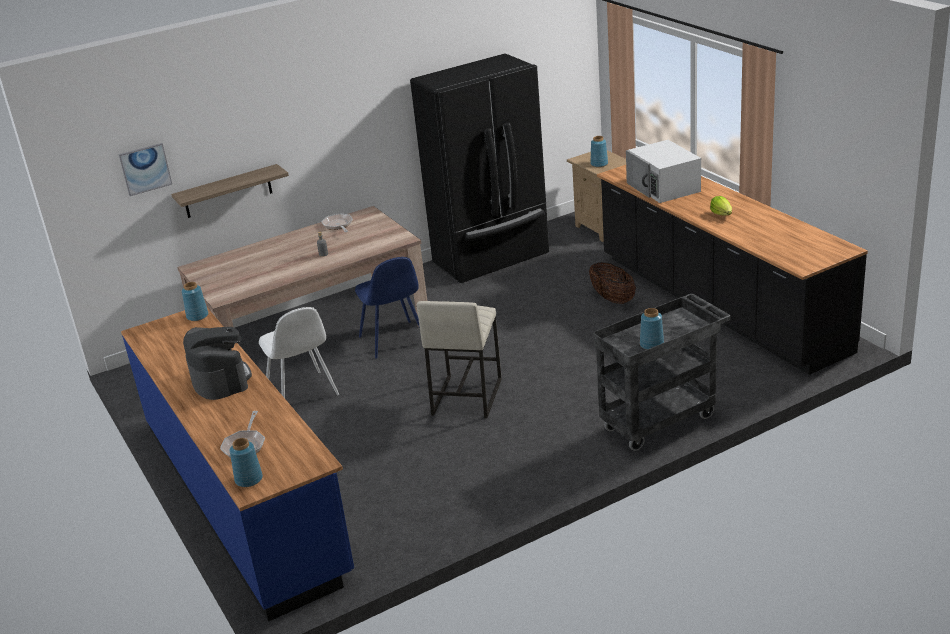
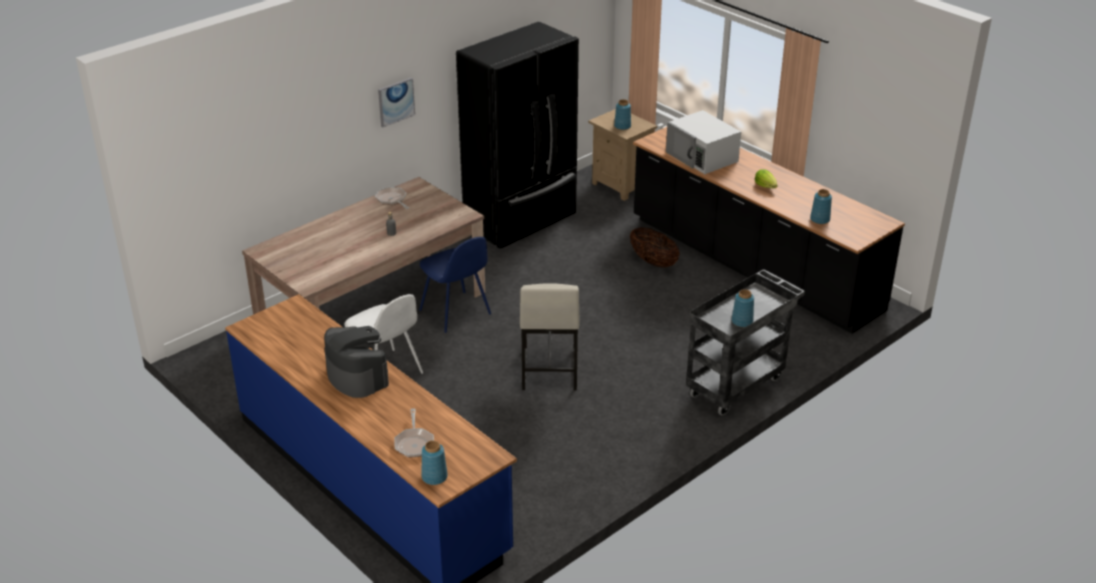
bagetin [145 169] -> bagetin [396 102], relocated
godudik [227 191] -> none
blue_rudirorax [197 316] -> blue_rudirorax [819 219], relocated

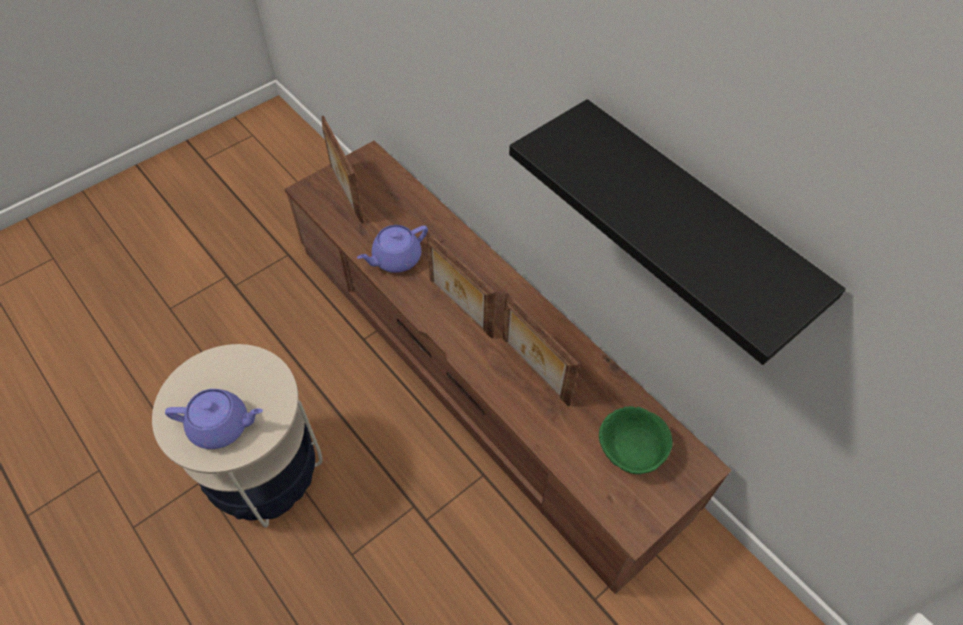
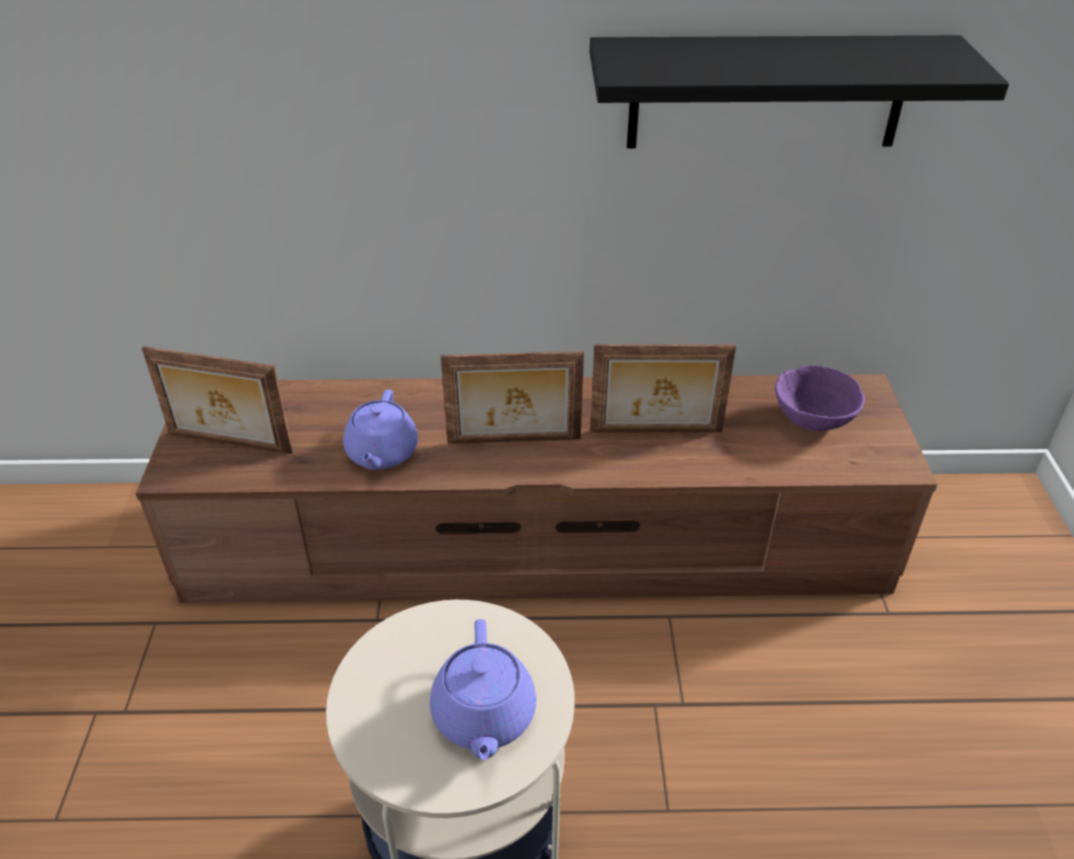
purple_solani [221 426] -> purple_solani [483 717], 135 degrees clockwise
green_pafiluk [629 451] -> purple_pafiluk [811 421]

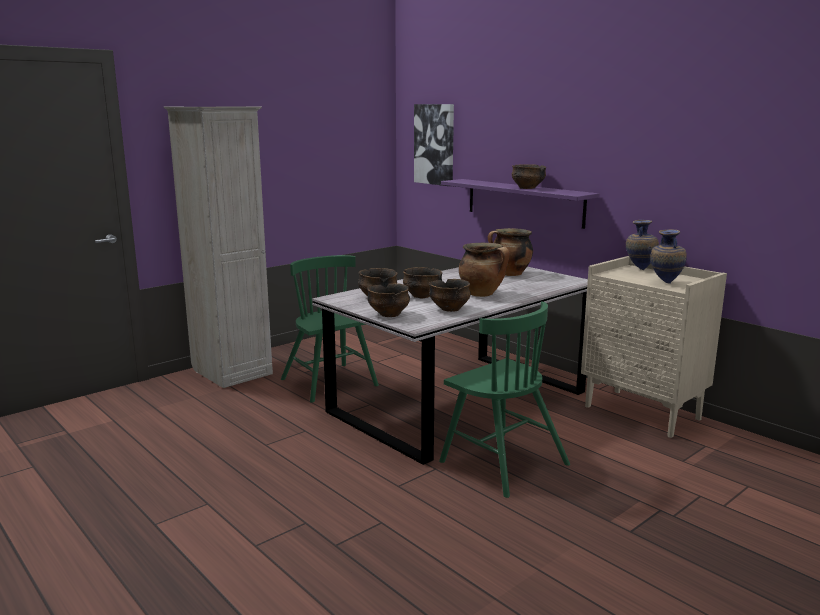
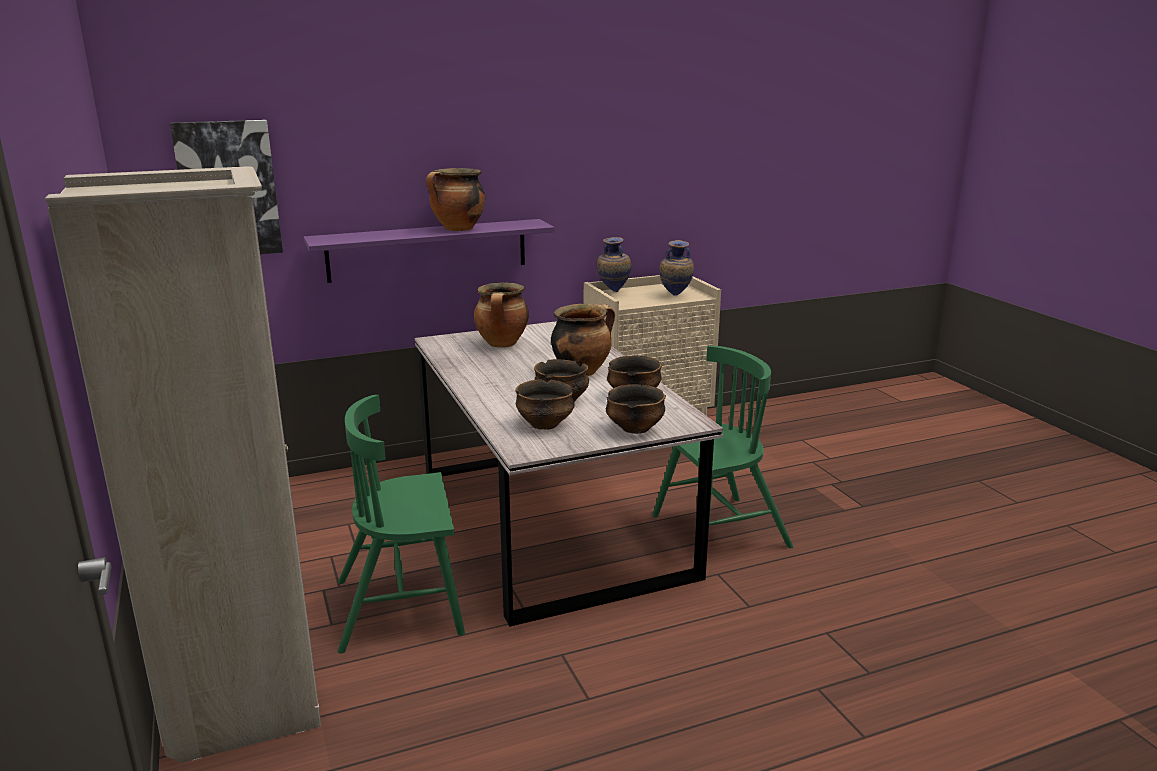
pafiluk [527 188] -> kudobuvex [458 229]

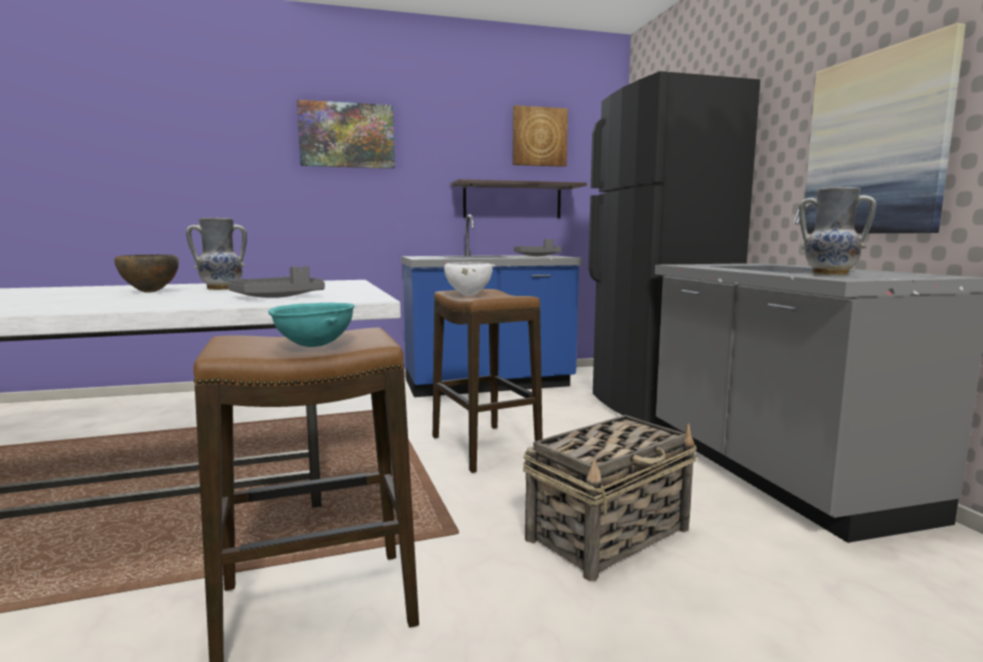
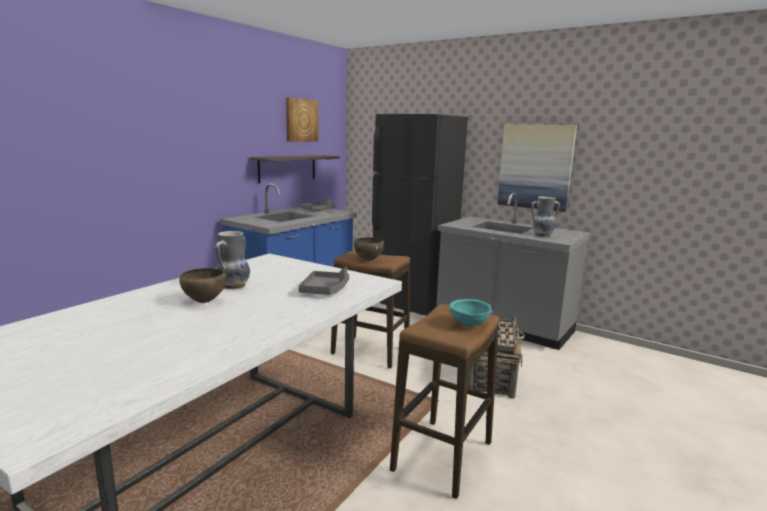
bagetin [347 135] -> none
white_pafiluk [469 295] -> brown_pafiluk [368 260]

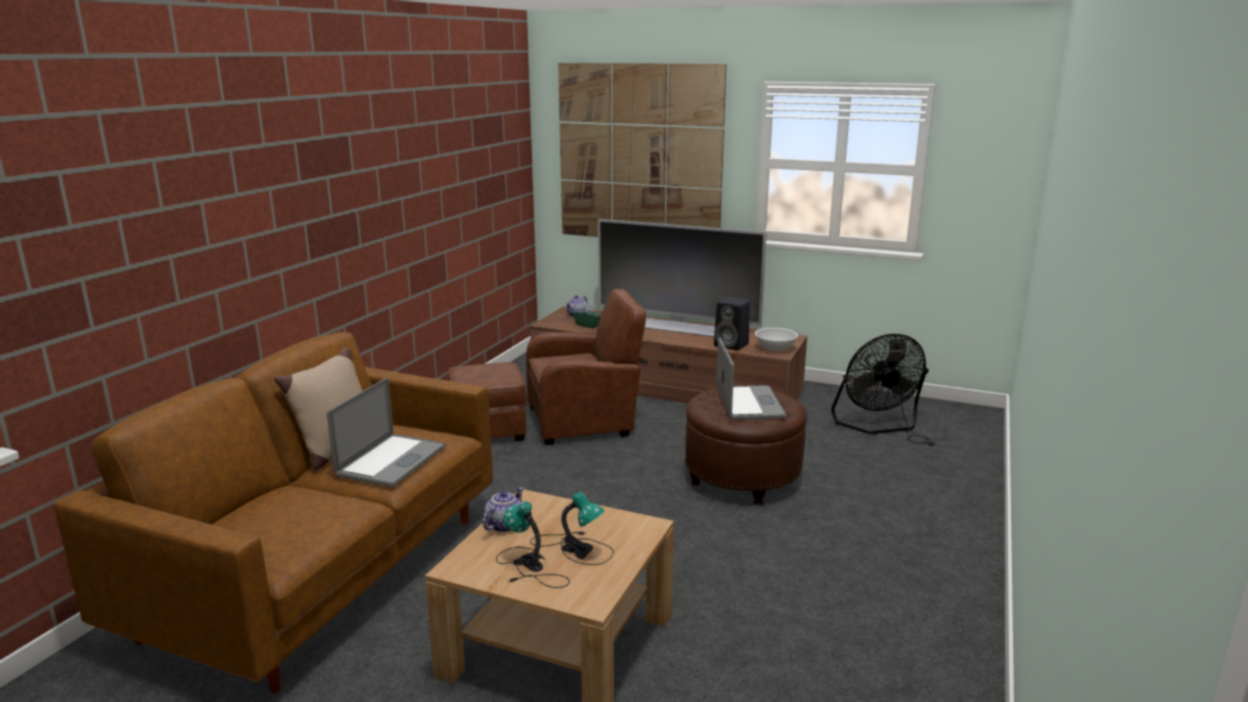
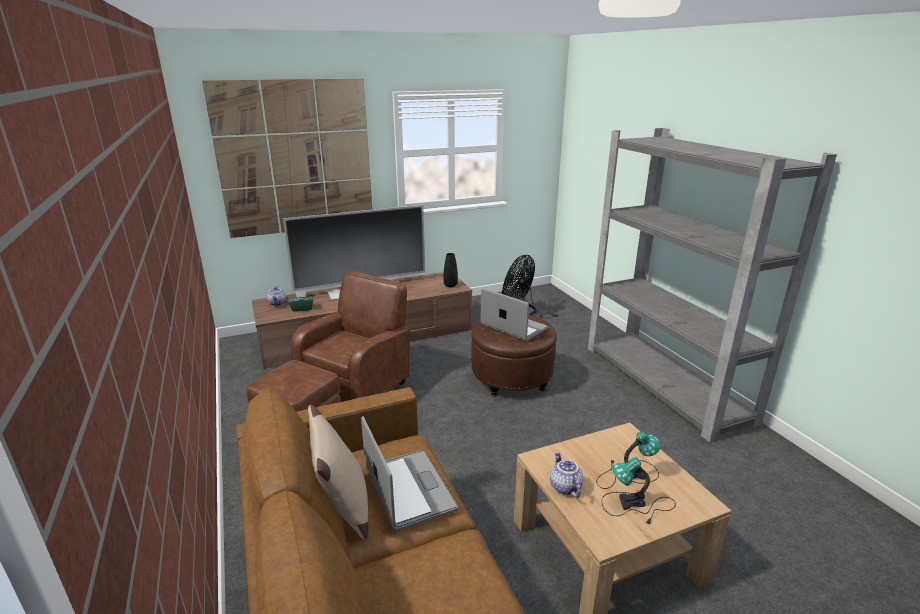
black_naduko [732 345] -> none
white_pafiluk [775 348] -> black_rudirorax [450 285]
none -> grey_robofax [664 383]

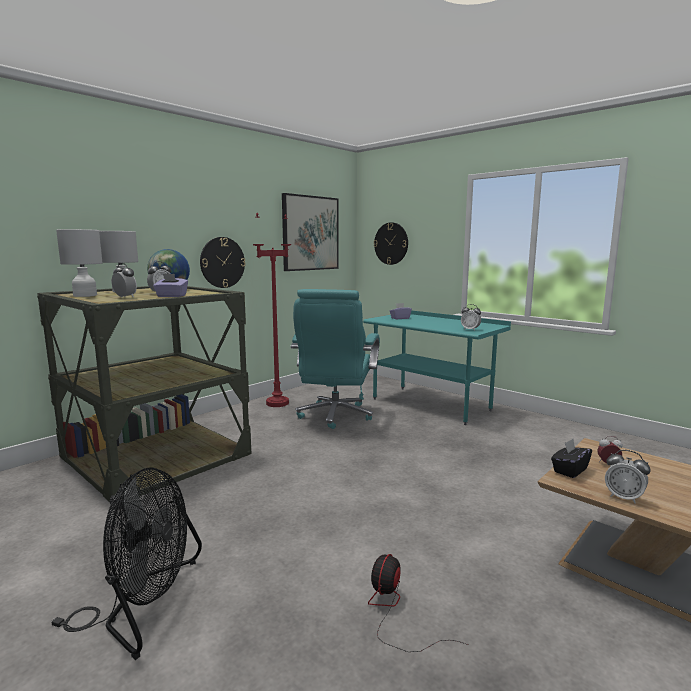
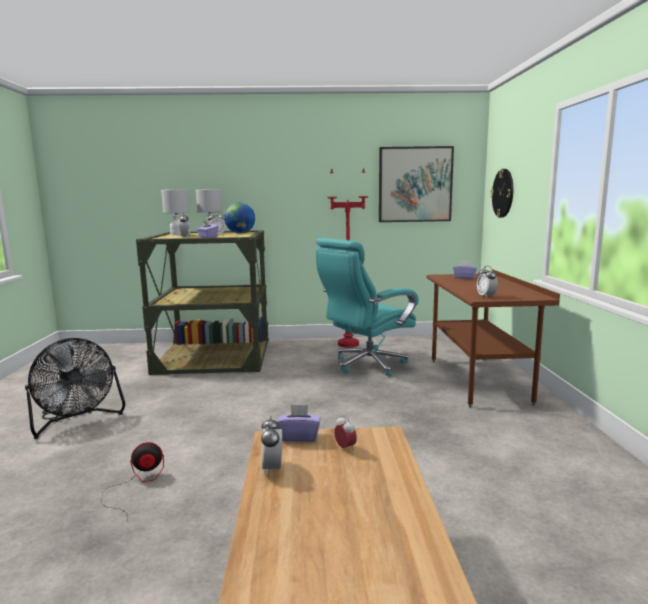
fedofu [222 262] -> none
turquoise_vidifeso [430 404] -> brown_vidifeso [478 380]
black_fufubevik [569 470] -> purple_fufubevik [299 436]

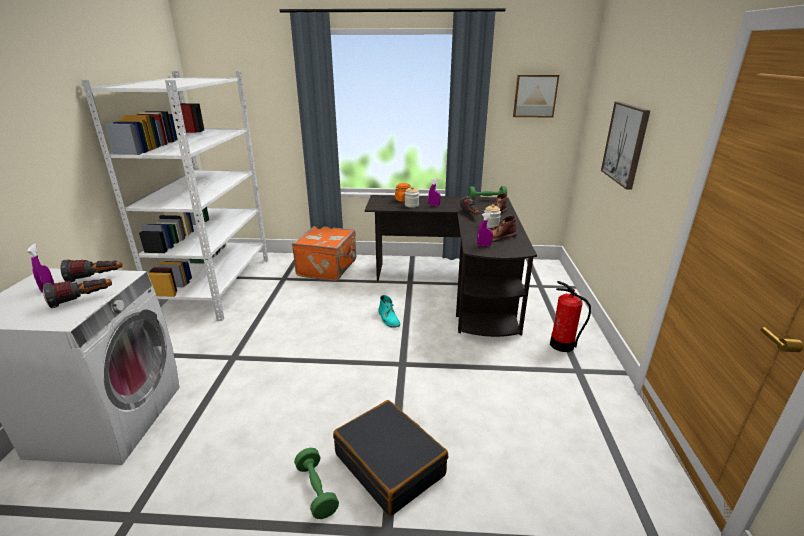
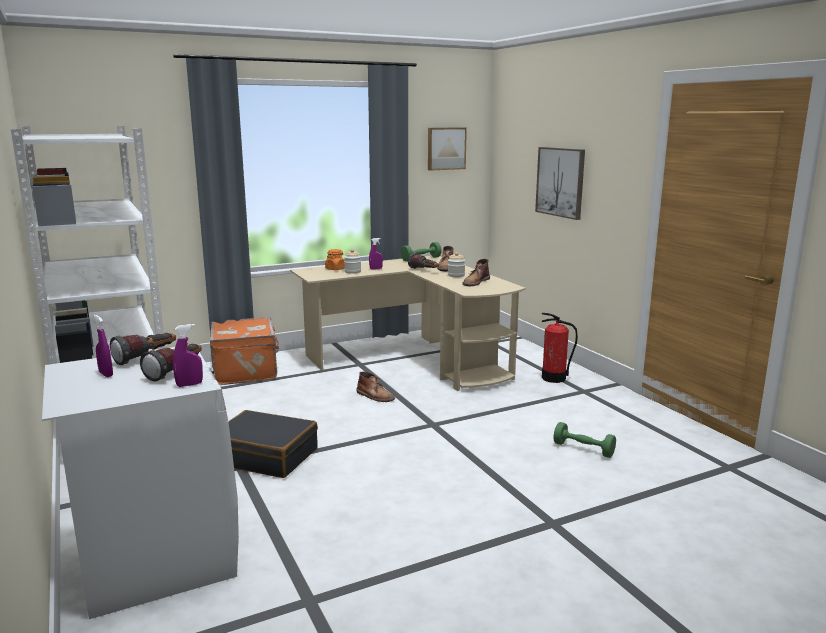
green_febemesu [316 490] -> green_febemesu [583 449], relocated
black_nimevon [390 464] -> black_nimevon [265 456], relocated
black_vidifeso [456 288] -> beige_vidifeso [414 359]
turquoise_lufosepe [388 318] -> brown_lufosepe [375 396]
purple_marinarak [484 245] -> purple_marinarak [189 384], relocated

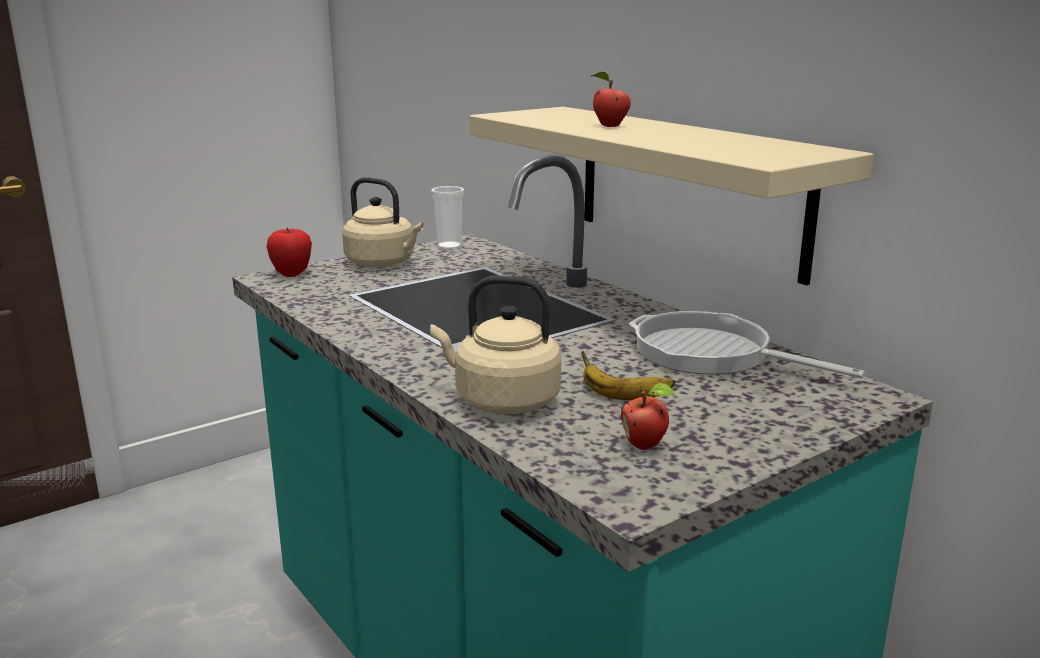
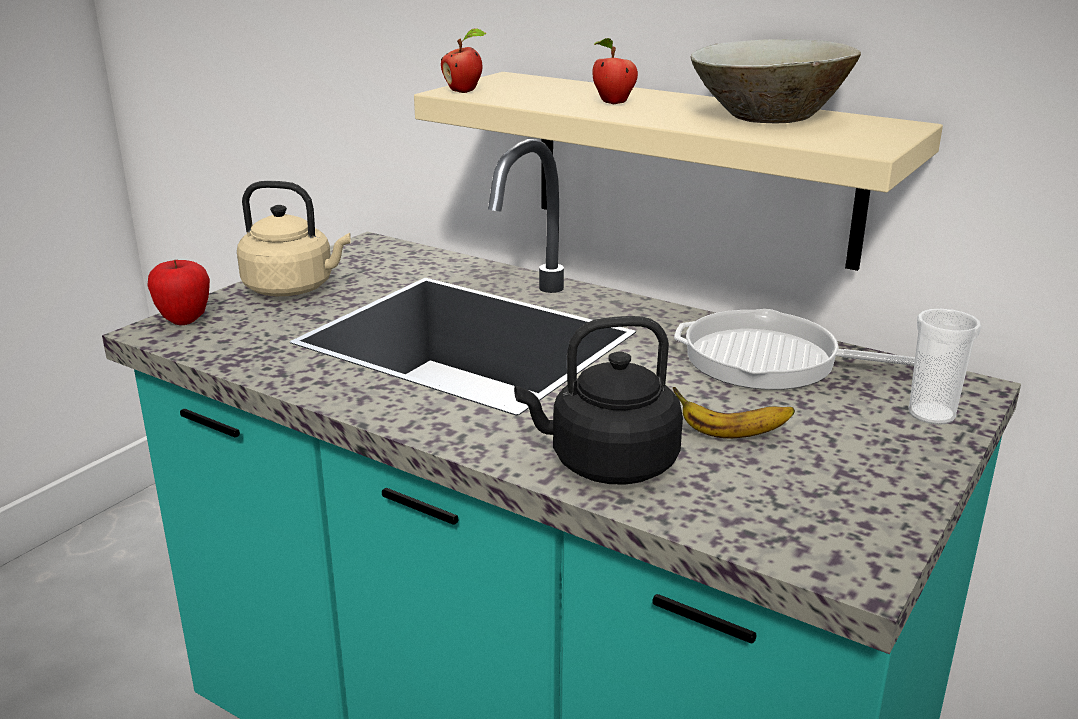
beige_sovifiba [501 401] -> black_sovifiba [607 464]
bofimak [449 246] -> bofimak [931 414], relocated
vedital [646 445] -> vedital [465 91], relocated
none -> beige_pafiluk [767 117]

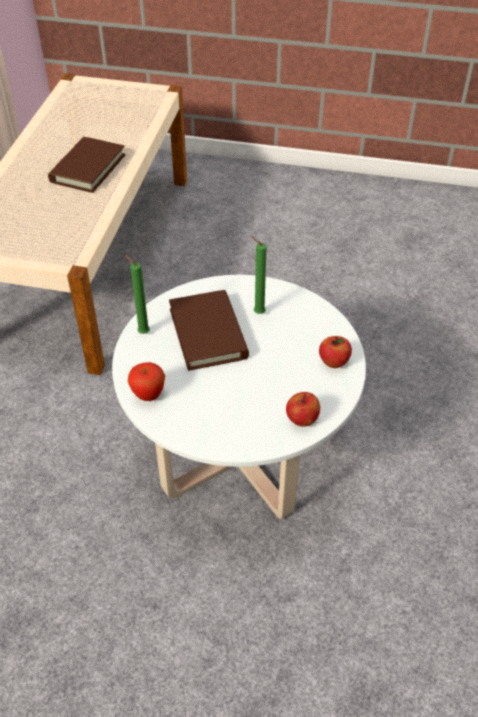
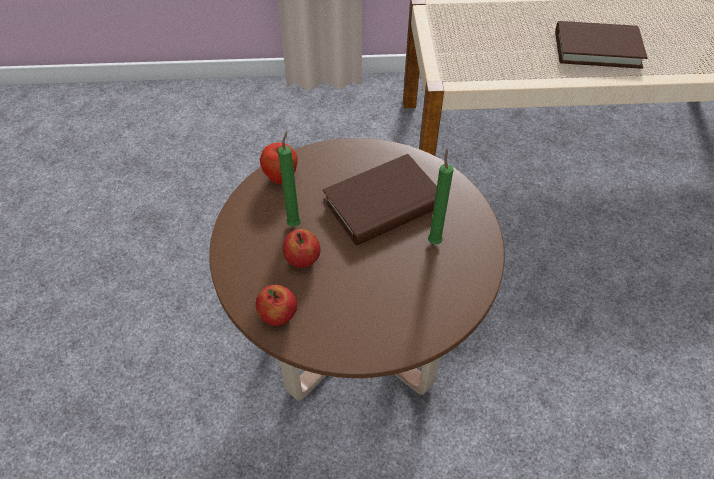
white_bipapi [239 456] -> brown_bipapi [357 334]
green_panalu [142 332] -> green_panalu [294 223], relocated
vedital [333 362] -> vedital [303 260], relocated

